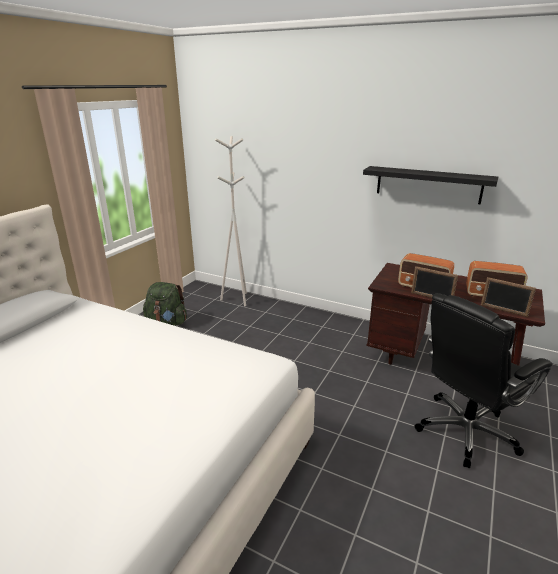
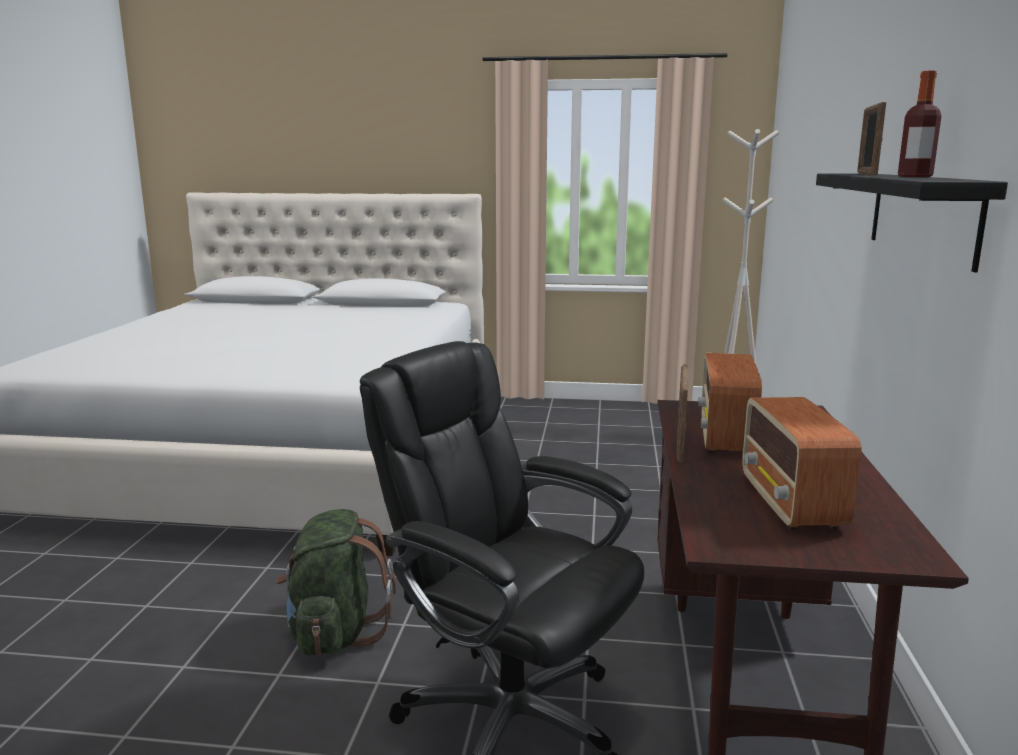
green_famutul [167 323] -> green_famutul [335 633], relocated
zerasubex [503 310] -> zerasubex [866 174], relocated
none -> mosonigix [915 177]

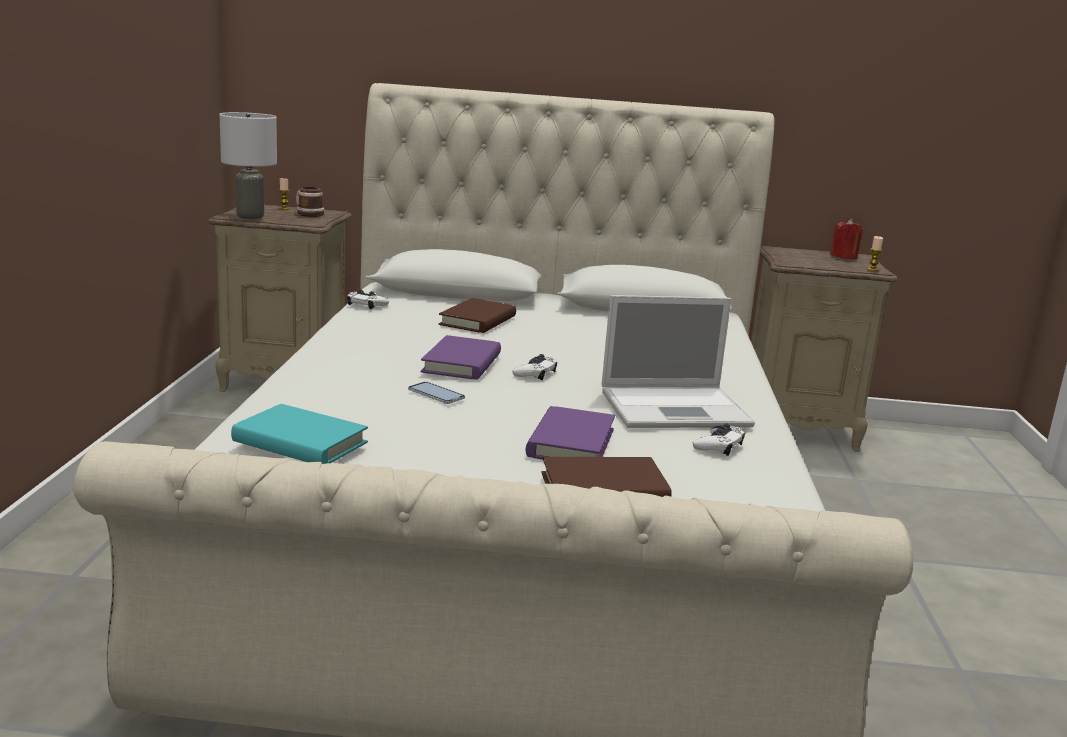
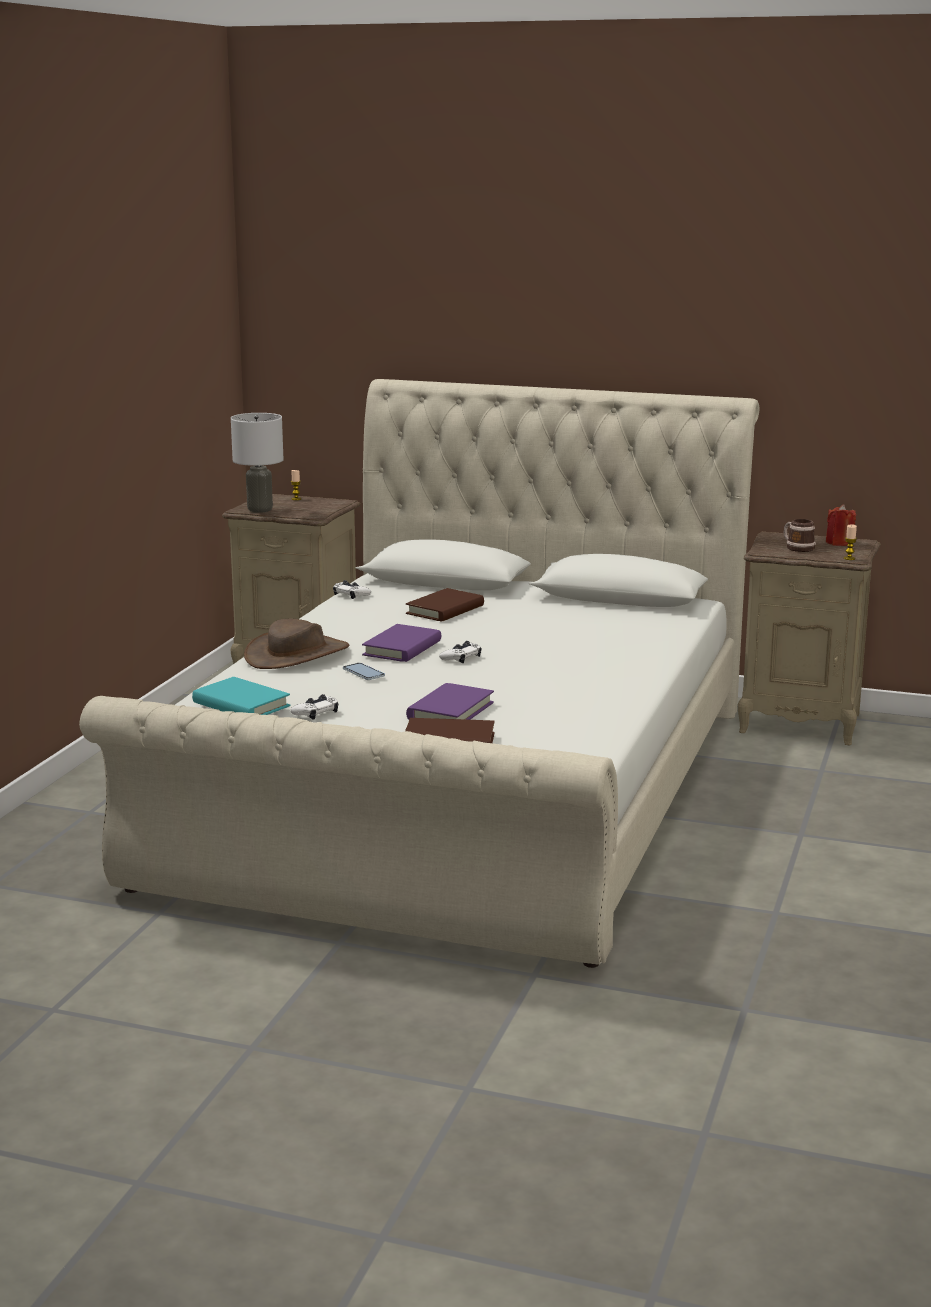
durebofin [308 214] -> durebofin [797 547], relocated
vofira [677 408] -> none
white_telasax [718 445] -> white_telasax [316 712], relocated
none -> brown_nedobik [297 654]

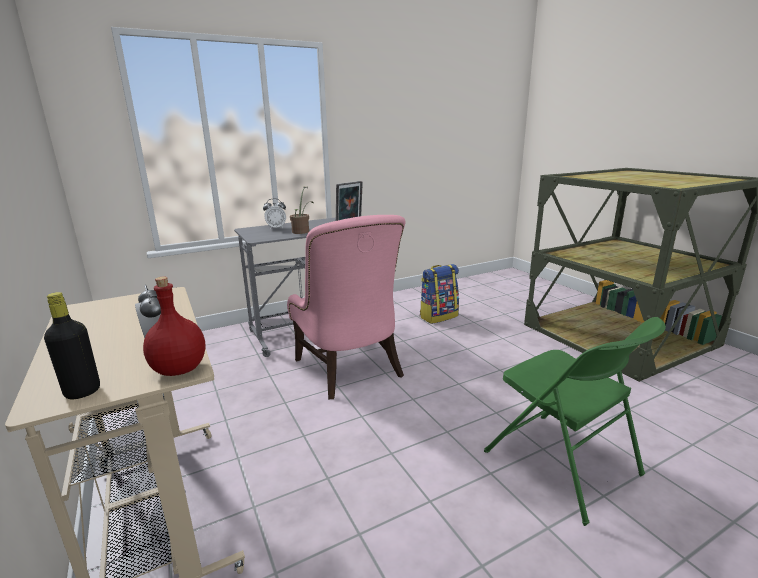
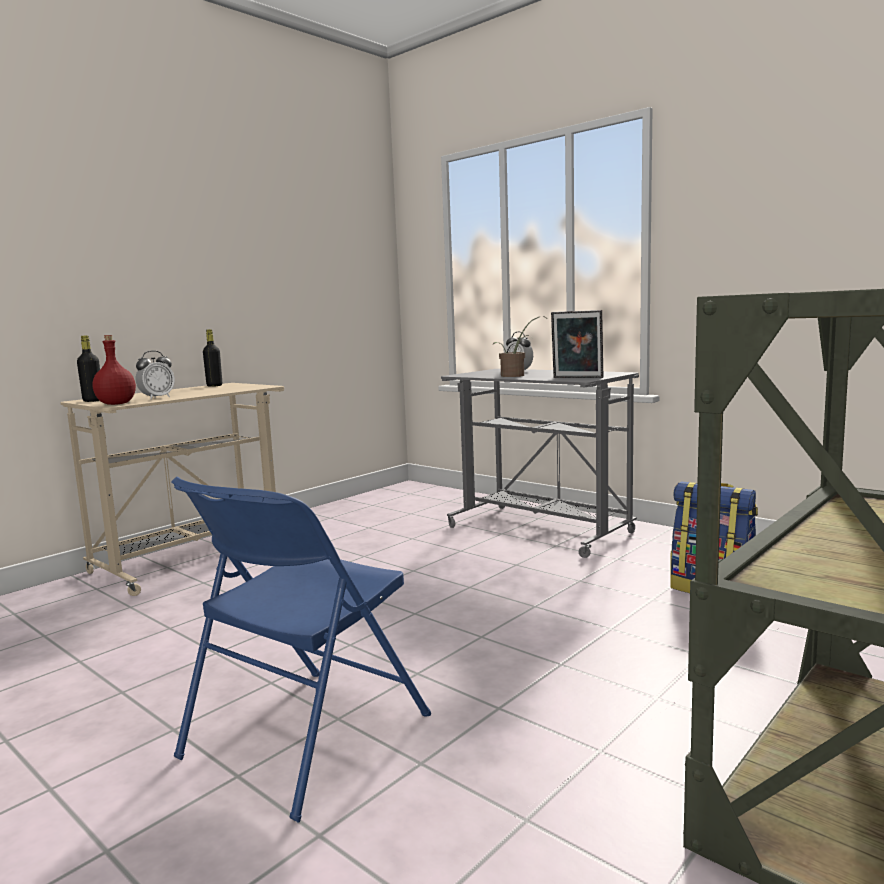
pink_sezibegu [349 368] -> none
green_sezibegu [561 463] -> blue_sezibegu [306 735]
none -> black_mosonigix [214 385]

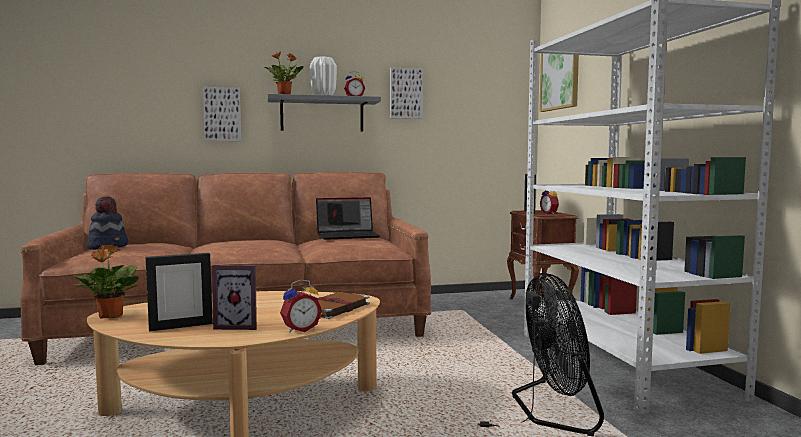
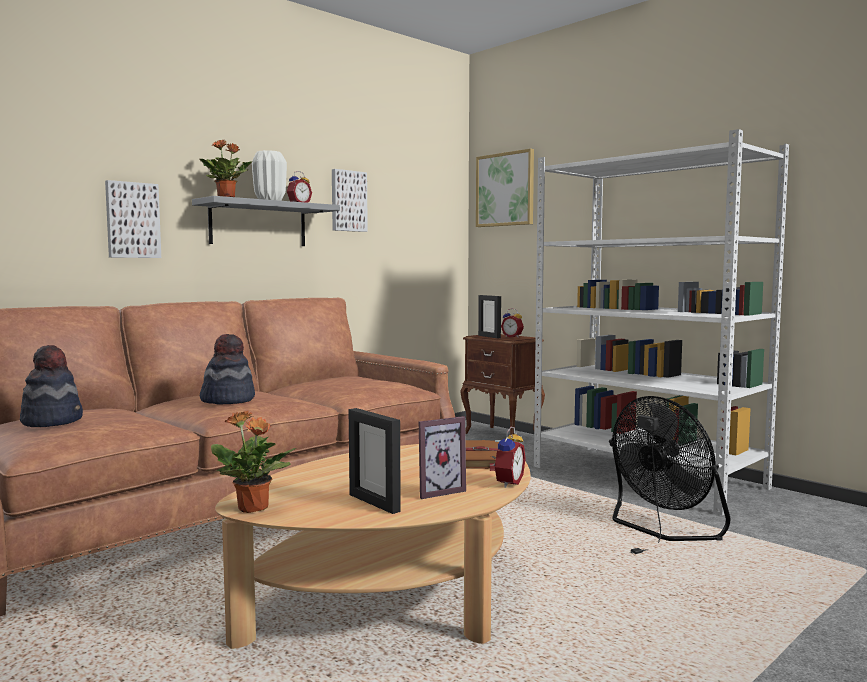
zerasubex [181 326] -> zerasubex [375 502], 105 degrees clockwise
vofira [348 236] -> none
none -> nedobik [228 400]

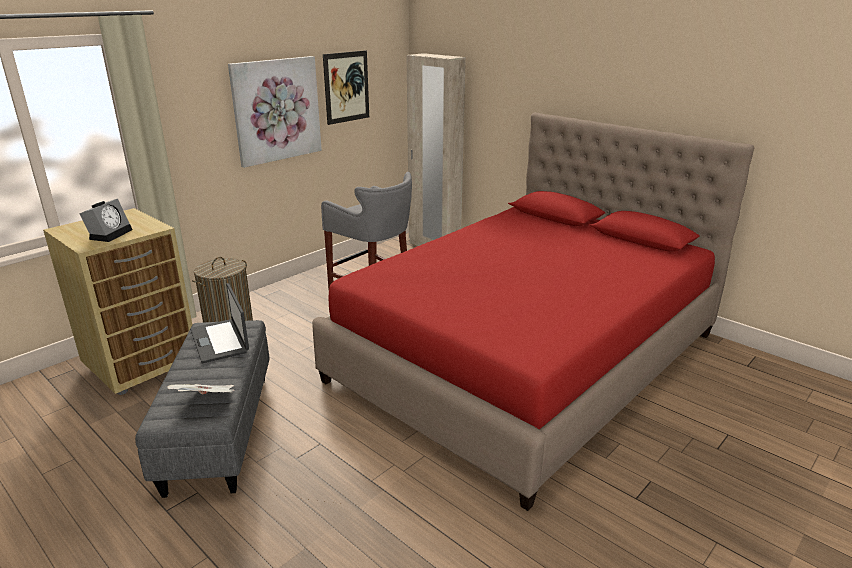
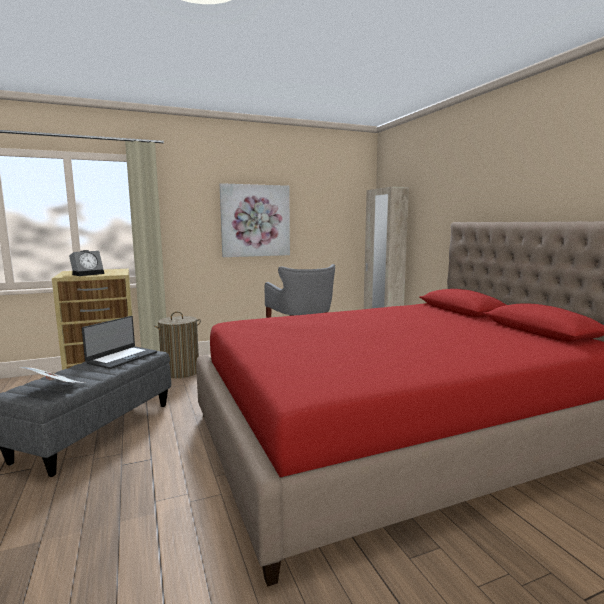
vofira [220 340] -> vofira [122 357], 150 degrees counterclockwise
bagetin [346 87] -> none

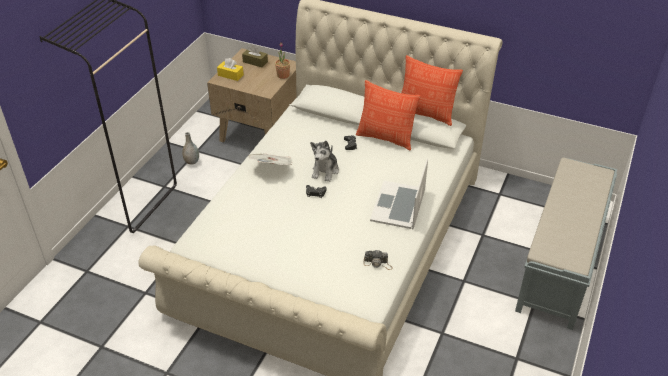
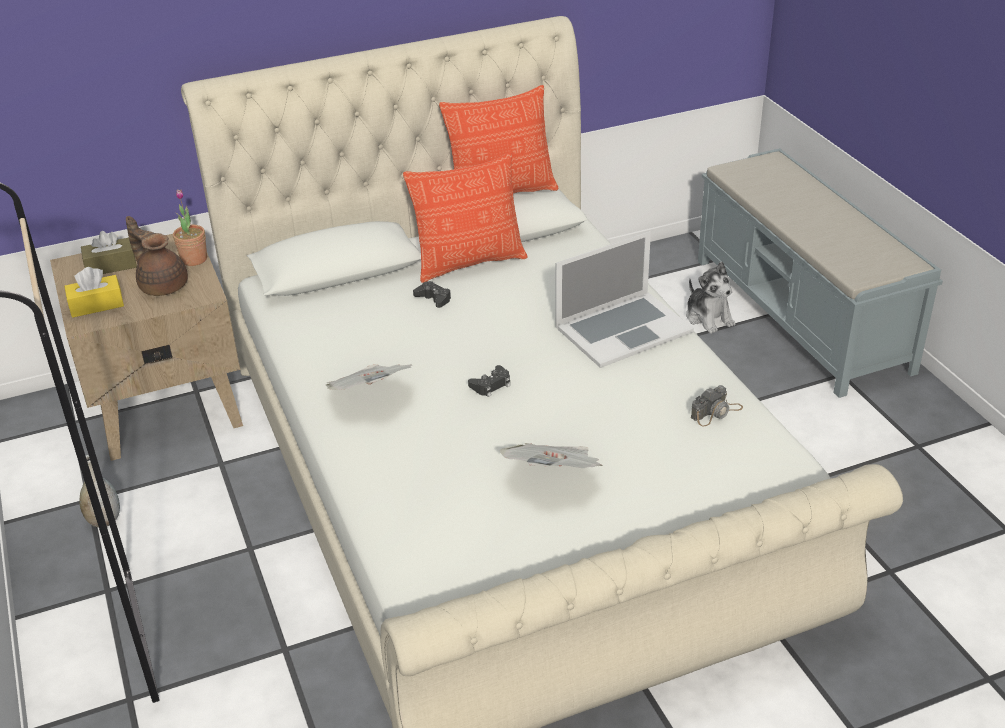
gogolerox [325 171] -> gogolerox [708 318], relocated
vofira [398 205] -> vofira [623 329], 90 degrees counterclockwise
none -> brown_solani [162 285]
none -> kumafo [554 476]

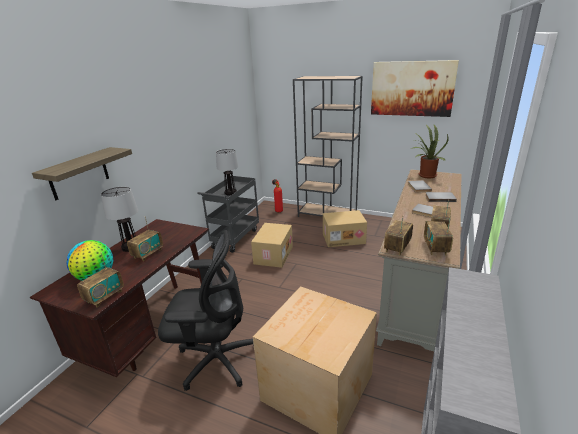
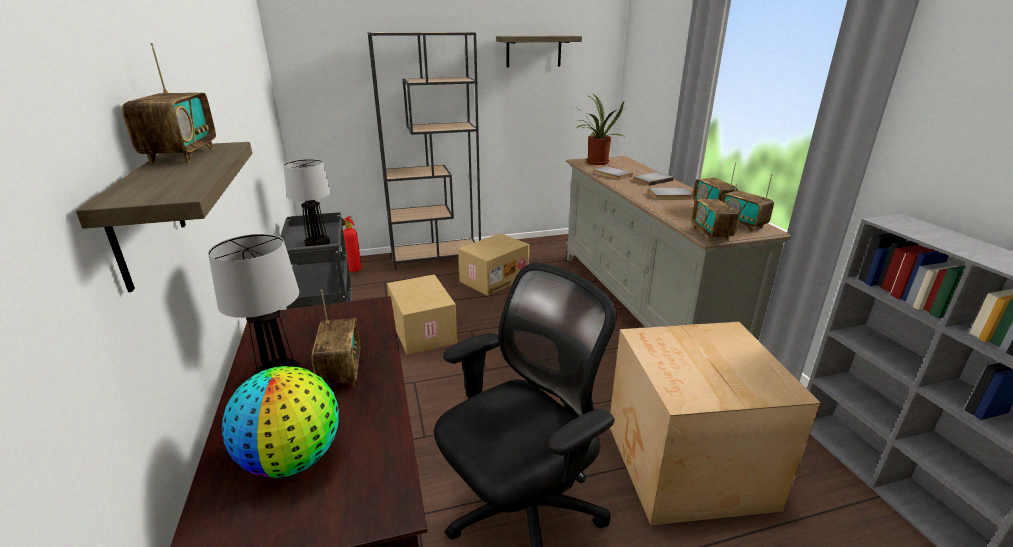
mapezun [105 296] -> mapezun [182 155], relocated
bagetin [412 88] -> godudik [533 51]

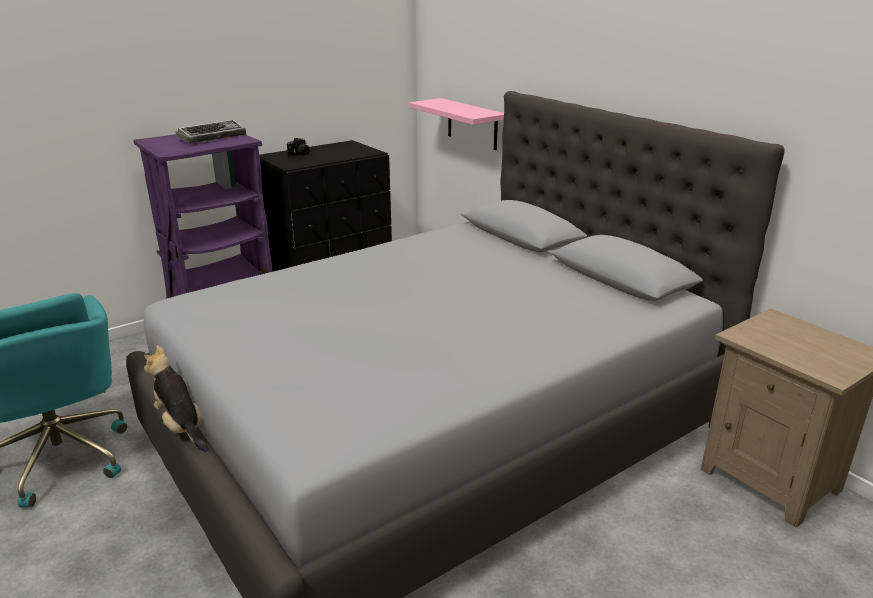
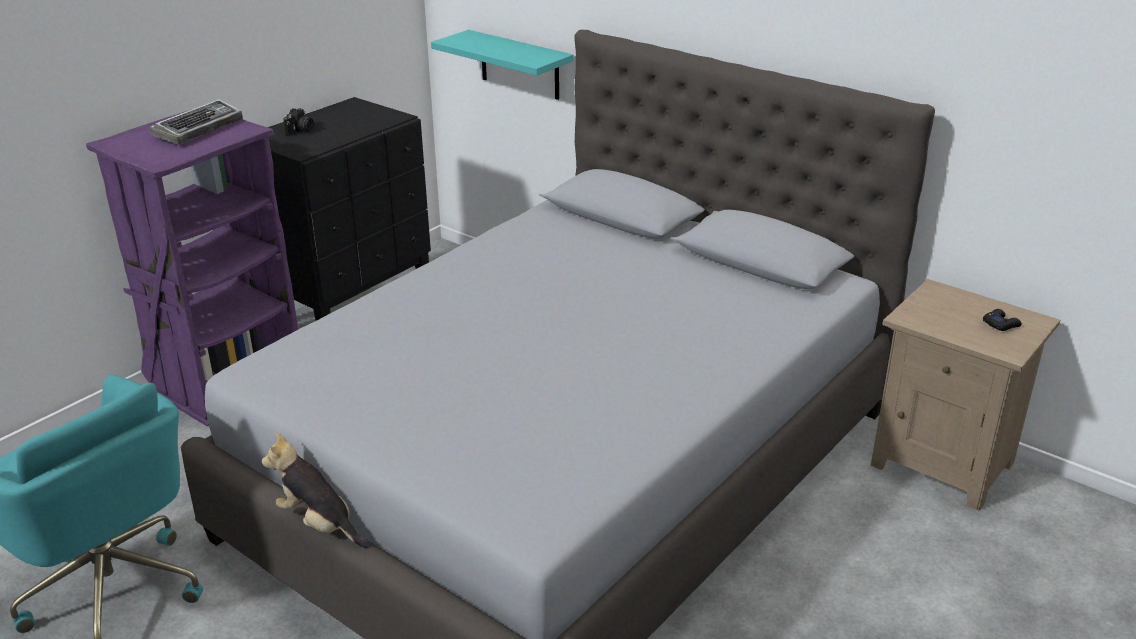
pink_godudik [472 124] -> turquoise_godudik [519 65]
none -> black_telasax [1000 324]

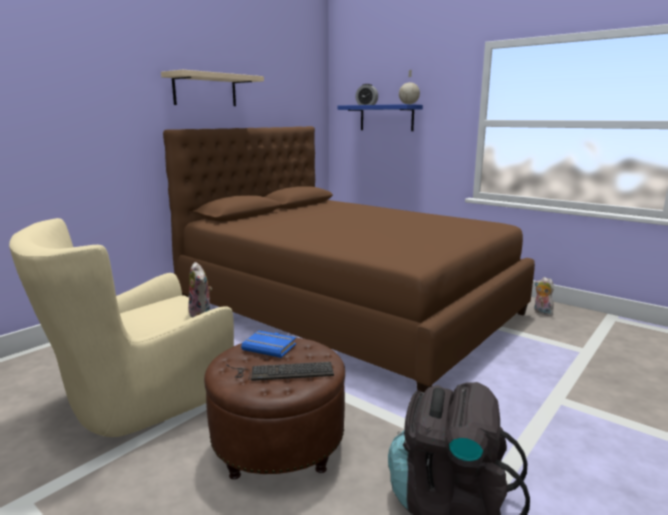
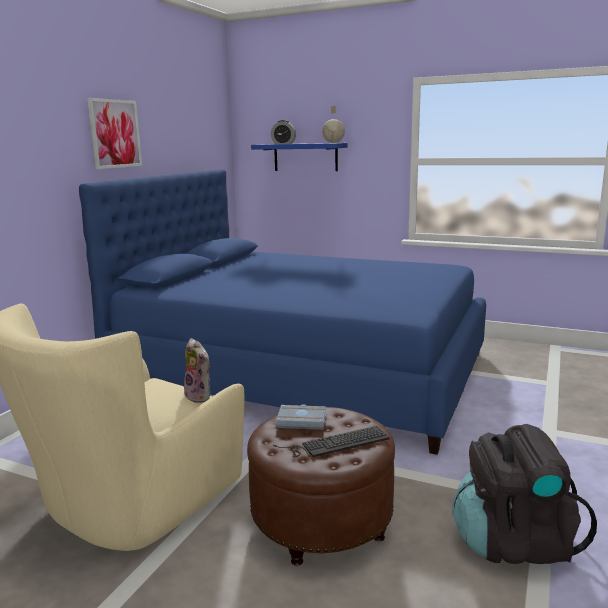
beige_godudik [205 90] -> bagetin [115 134]
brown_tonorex [348 308] -> blue_tonorex [302 370]
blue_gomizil [271 347] -> grey_gomizil [303 420]
gogolerox [541 312] -> none

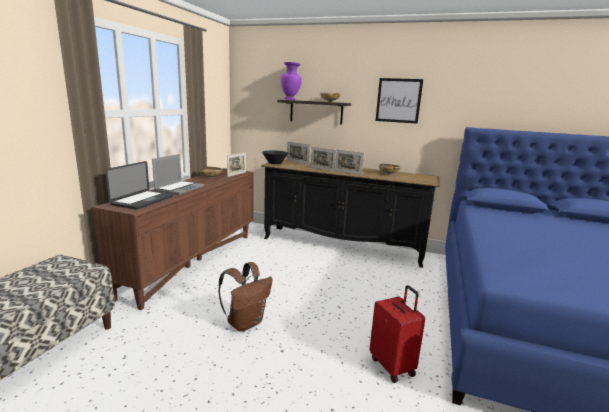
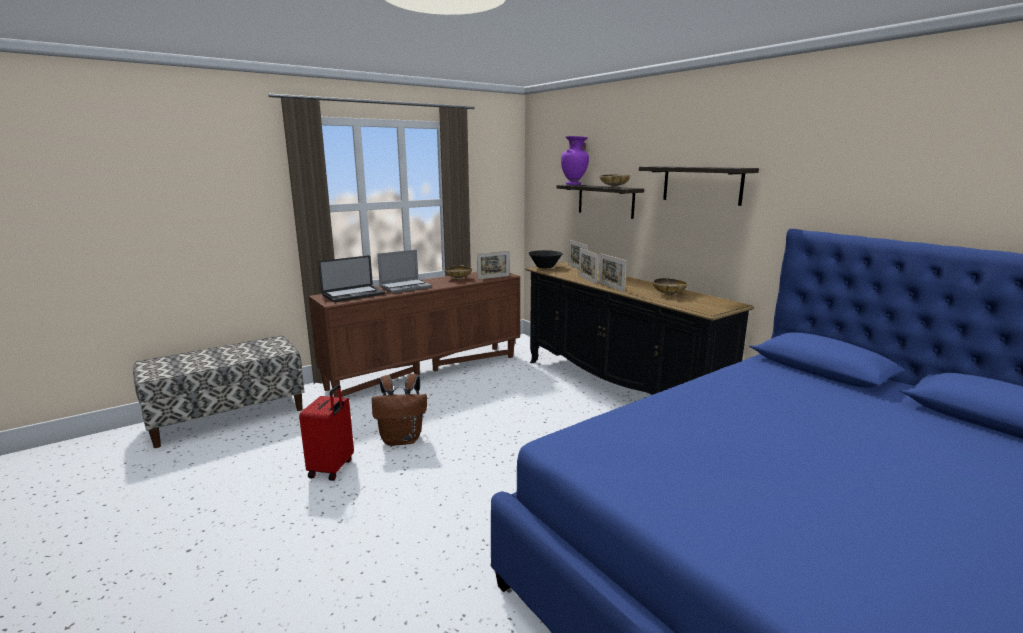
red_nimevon [393 366] -> red_nimevon [332 468], relocated
bagetin [398 100] -> godudik [701 184]

